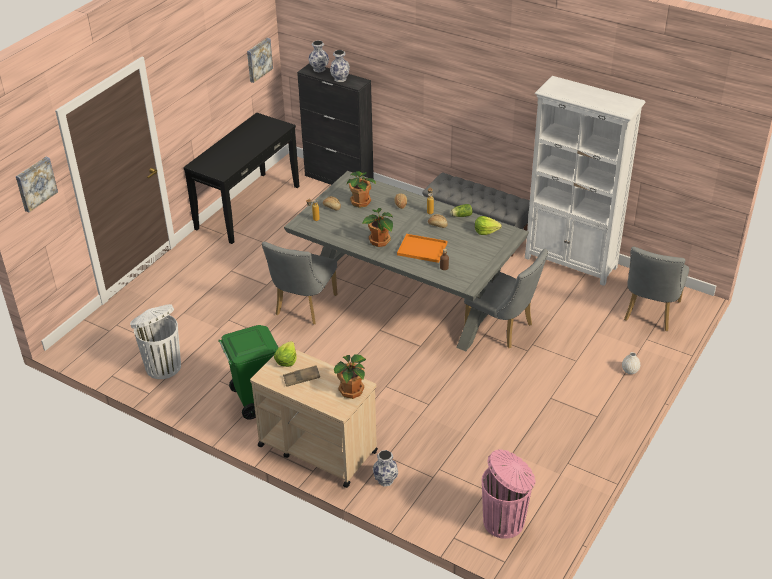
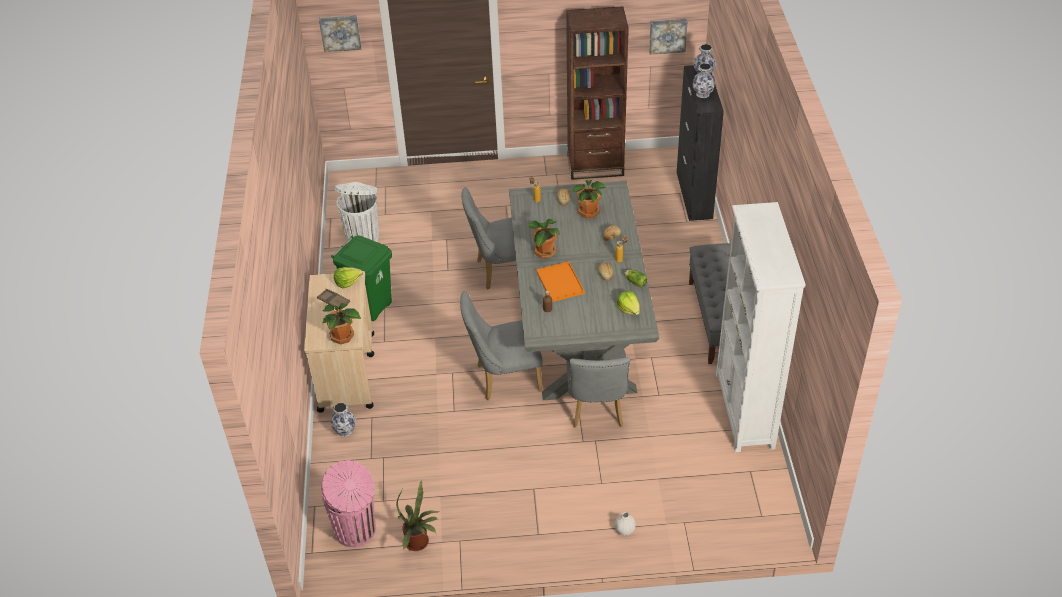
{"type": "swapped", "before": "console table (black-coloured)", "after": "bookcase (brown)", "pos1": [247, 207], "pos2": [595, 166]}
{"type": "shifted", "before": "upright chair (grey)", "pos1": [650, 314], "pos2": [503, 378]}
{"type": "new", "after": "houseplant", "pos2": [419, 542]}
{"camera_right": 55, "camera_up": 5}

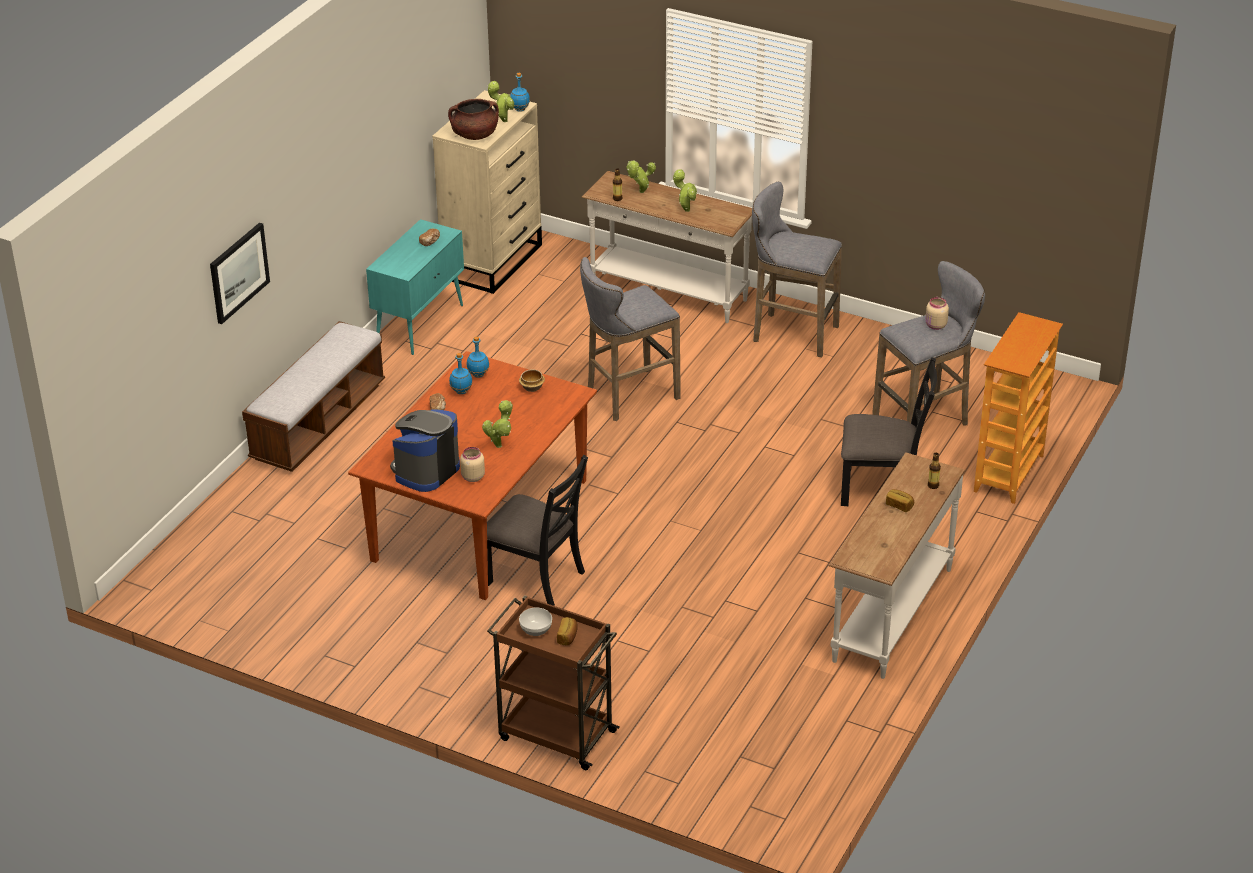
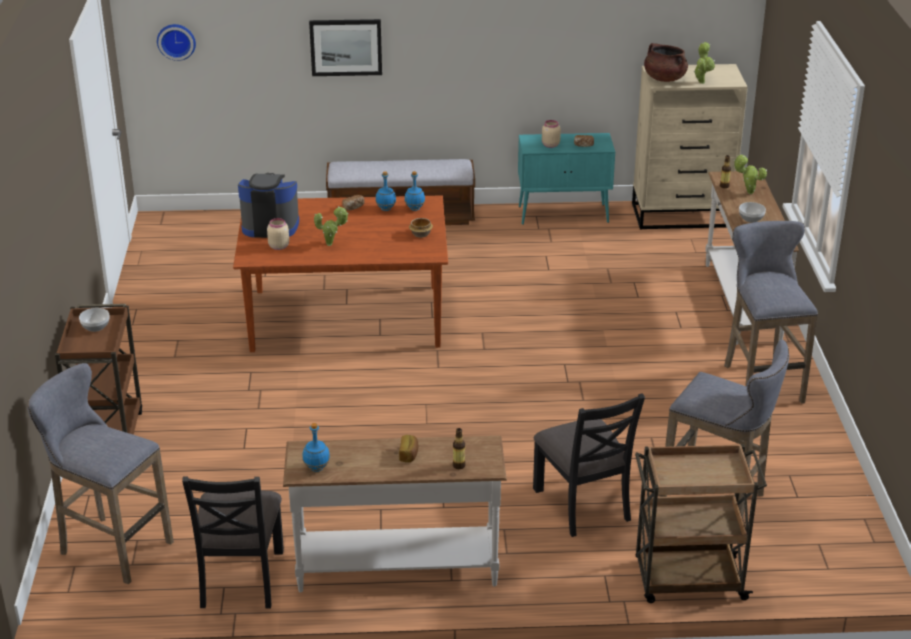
{"type": "shifted", "before": "upright chair (black-coloured)", "pos1": [535, 577], "pos2": [241, 578]}
{"type": "shifted", "before": "beverage bottle (blue)", "pos1": [519, 109], "pos2": [316, 468]}
{"type": "gone", "before": "bread", "pos1": [568, 637]}
{"type": "shifted", "before": "stool (grey)", "pos1": [628, 397], "pos2": [111, 547]}
{"type": "swapped", "before": "houseplant", "after": "bowl", "pos1": [685, 209], "pos2": [750, 218]}
{"type": "shifted", "before": "preserve jar (beige-coloured)", "pos1": [935, 326], "pos2": [550, 145]}
{"type": "swapped", "before": "bookcase", "after": "cart (brown)", "pos1": [1009, 474], "pos2": [687, 580]}
{"type": "new", "after": "hanging clock", "pos2": [176, 41]}
{"camera_right": 60, "camera_up": -5}

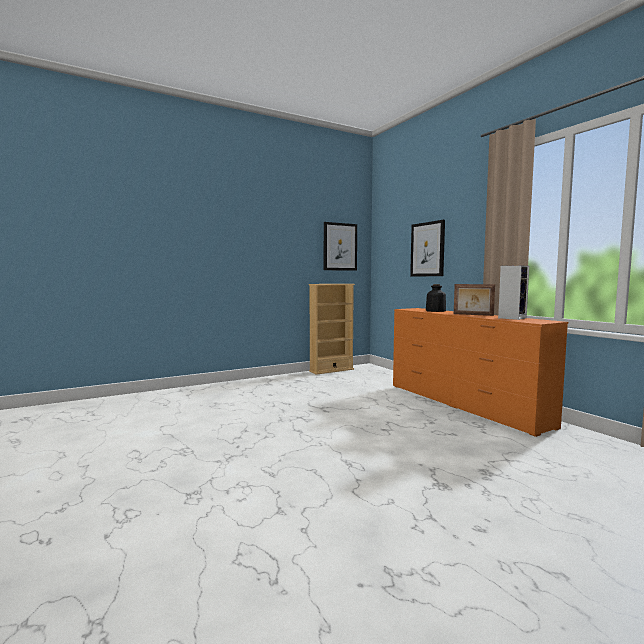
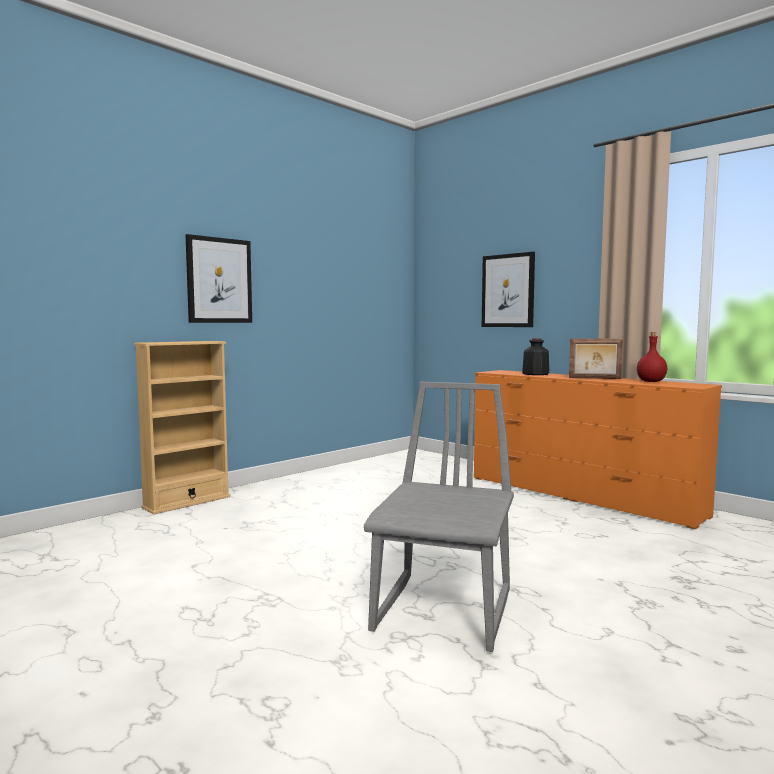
{"type": "shifted", "before": "bookcase (beige-coloured)", "pos1": [331, 370], "pos2": [187, 502]}
{"type": "shifted", "before": "picture", "pos1": [340, 247], "pos2": [219, 280]}
{"type": "swapped", "before": "speaker", "after": "beverage bottle (red-coloured)", "pos1": [512, 318], "pos2": [650, 381]}
{"type": "new", "after": "upright chair (grey)", "pos2": [445, 611]}
{"camera_right": -15, "camera_up": 0}

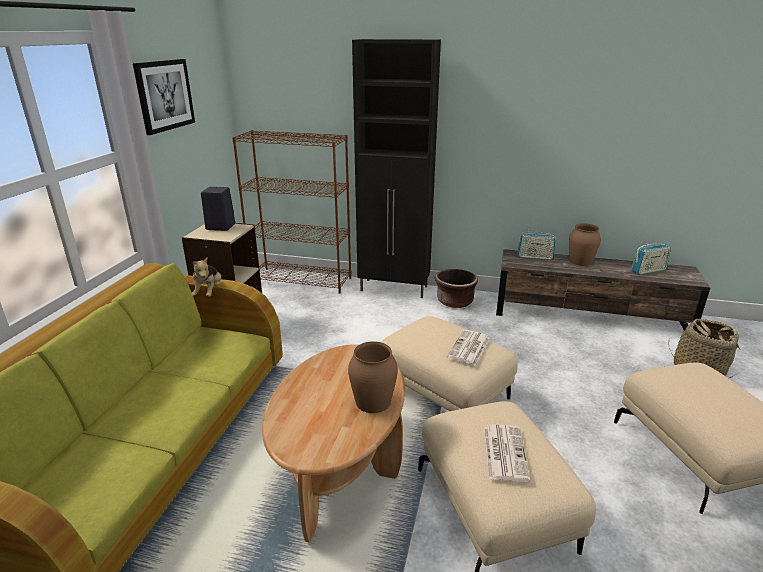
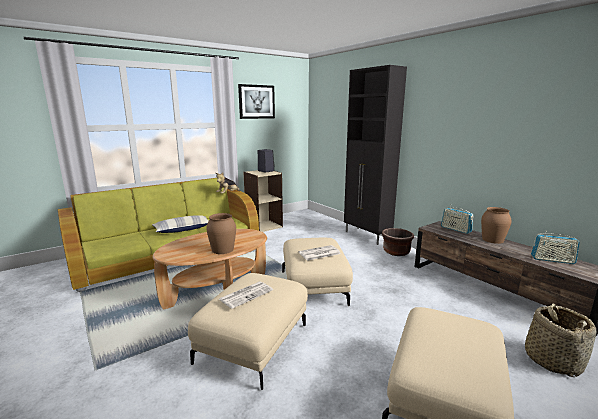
{"type": "gone", "before": "bookcase (brown)", "pos1": [302, 280]}
{"type": "new", "after": "pillow", "pos2": [183, 229]}
{"camera_right": 40, "camera_up": -10}

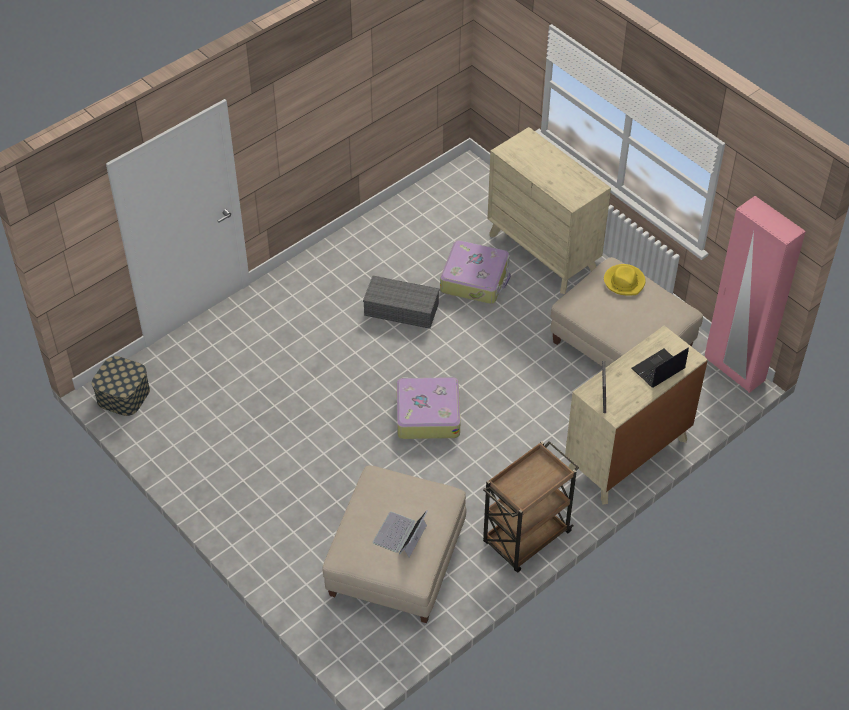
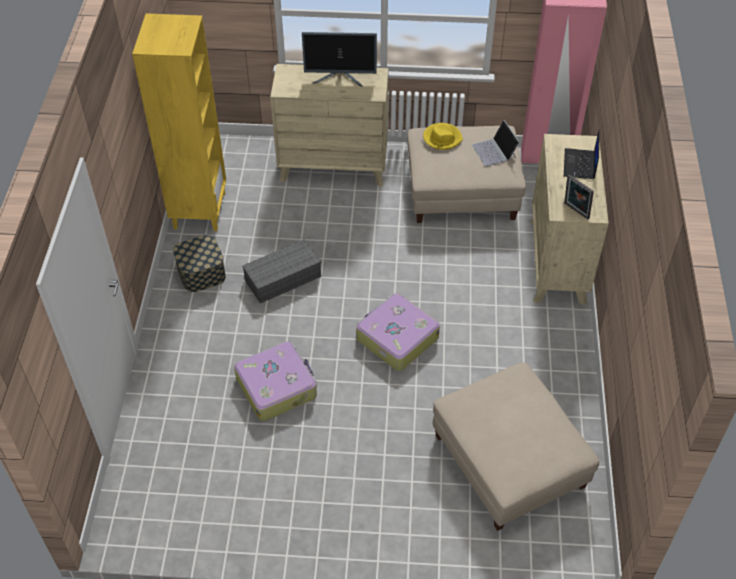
{"type": "shifted", "before": "storage box", "pos1": [123, 395], "pos2": [201, 273]}
{"type": "shifted", "before": "notebook computer", "pos1": [400, 535], "pos2": [494, 151]}
{"type": "shifted", "before": "suitcase", "pos1": [475, 279], "pos2": [277, 386]}
{"type": "gone", "before": "cart (brown)", "pos1": [525, 538]}
{"type": "new", "after": "bookcase (yellowish)", "pos2": [199, 210]}
{"type": "new", "after": "computer display", "pos2": [340, 78]}
{"camera_right": -45, "camera_up": 0}

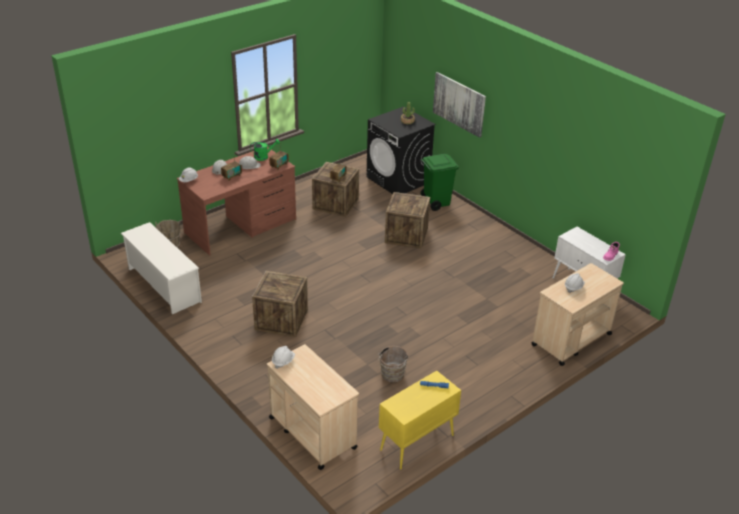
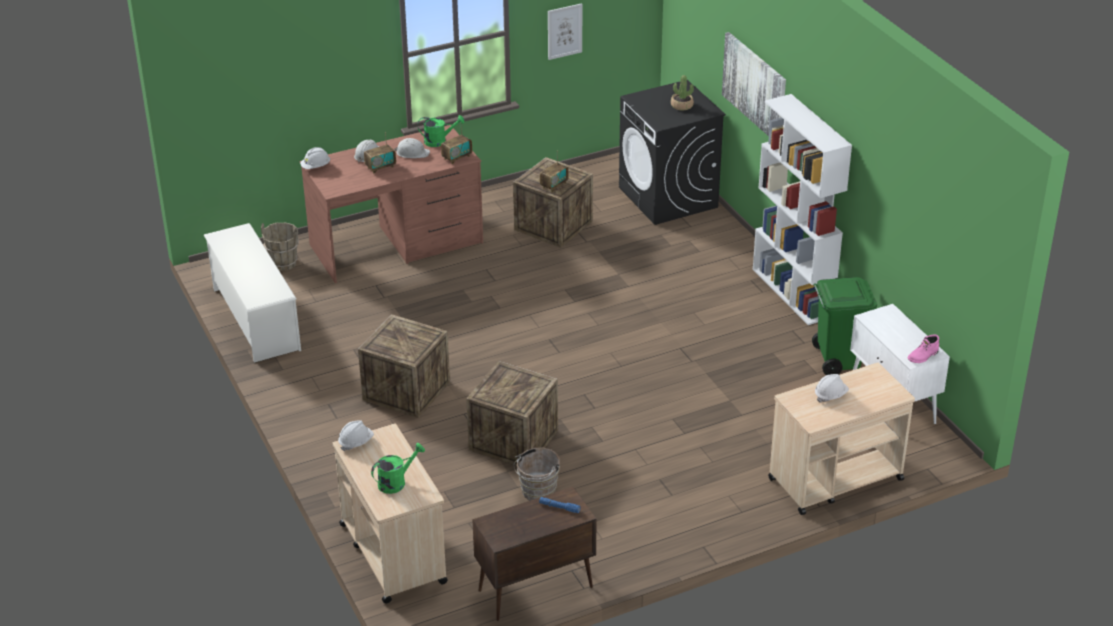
{"type": "repainted", "before": "storage cabinet (yellowish)", "after": "storage cabinet (brown)", "pos1": [416, 443], "pos2": [534, 589]}
{"type": "shifted", "before": "crate", "pos1": [406, 235], "pos2": [513, 440]}
{"type": "shifted", "before": "rubbish bin (green-coloured)", "pos1": [436, 202], "pos2": [837, 360]}
{"type": "new", "after": "sprinkling can (green-coloured)", "pos2": [396, 482]}
{"type": "new", "after": "picture", "pos2": [564, 31]}
{"type": "new", "after": "bookcase (white)", "pos2": [793, 293]}
{"camera_right": 15, "camera_up": 0}

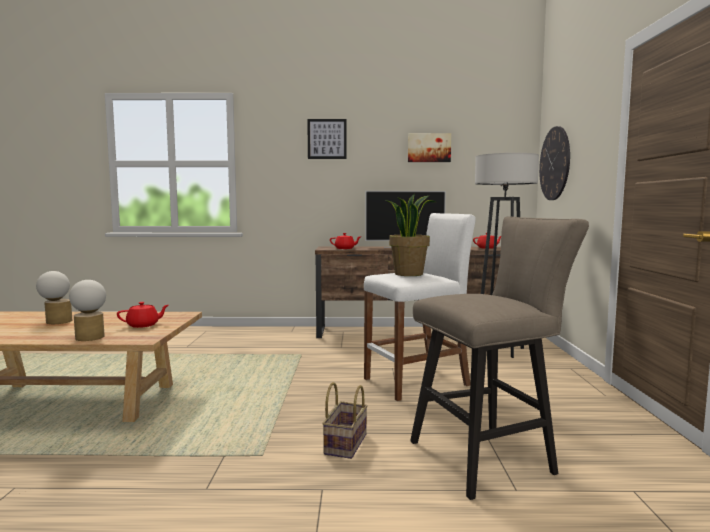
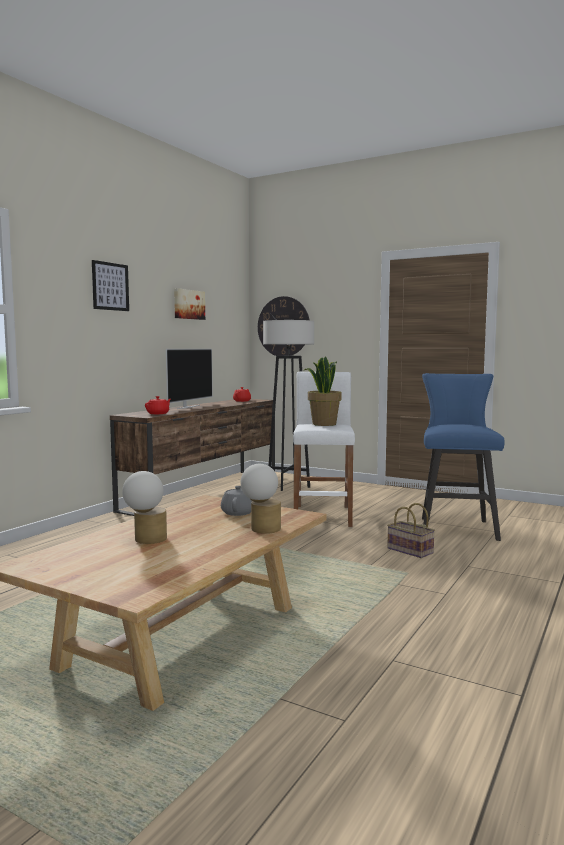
{"type": "repainted", "before": "tea pot (red-coloured)", "after": "tea pot (grey)", "pos1": [143, 325], "pos2": [238, 512]}
{"type": "repainted", "before": "stool (beige-coloured)", "after": "stool (blue)", "pos1": [490, 457], "pos2": [456, 527]}
{"camera_right": -60, "camera_up": 0}

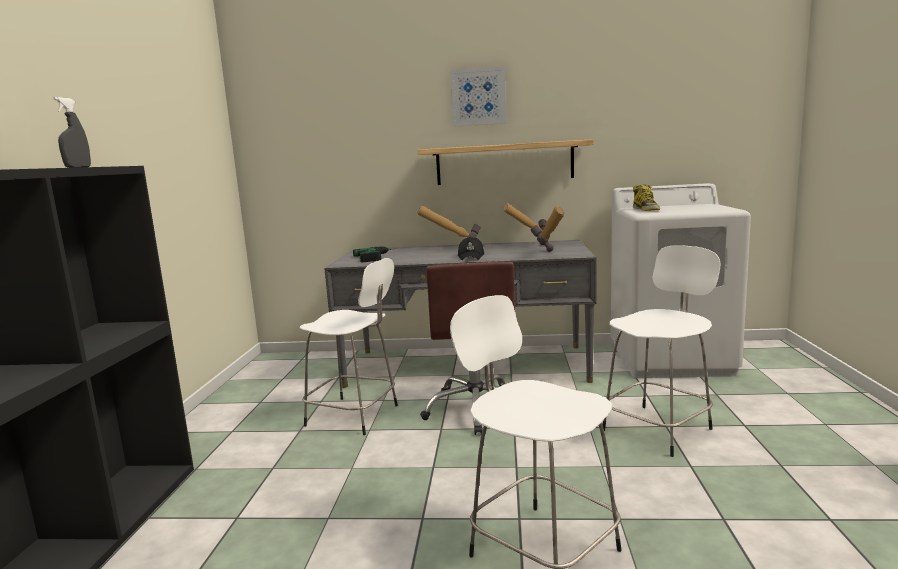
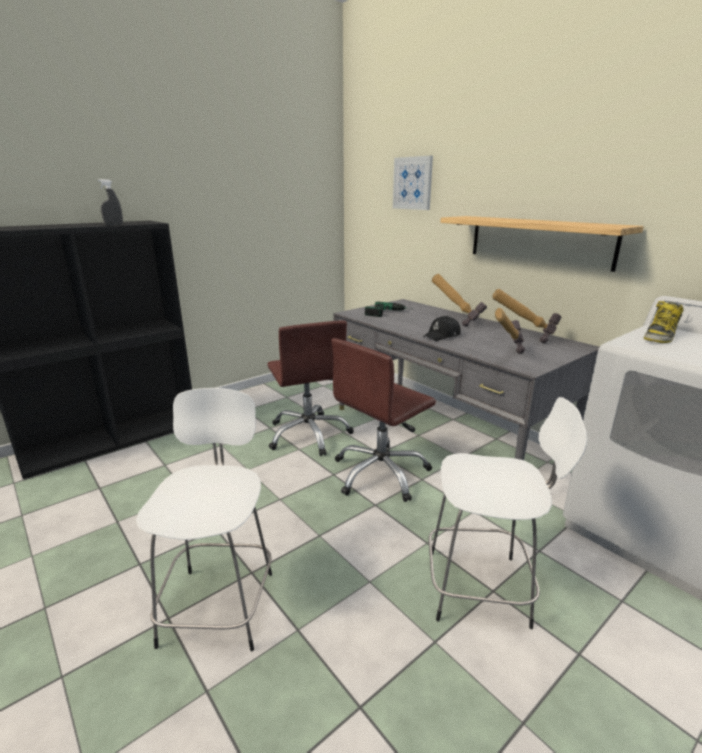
{"type": "swapped", "before": "stool (white)", "after": "desk chair (brown)", "pos1": [355, 416], "pos2": [309, 434]}
{"type": "shifted", "before": "picture", "pos1": [478, 97], "pos2": [412, 183]}
{"camera_right": 45, "camera_up": 10}

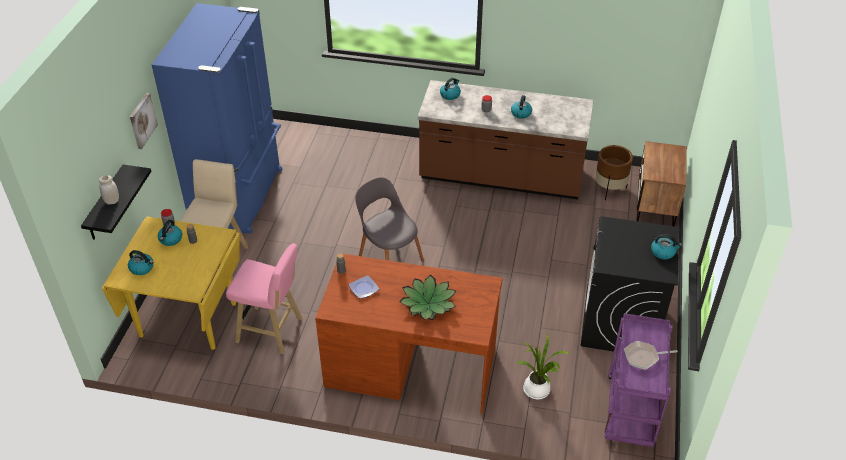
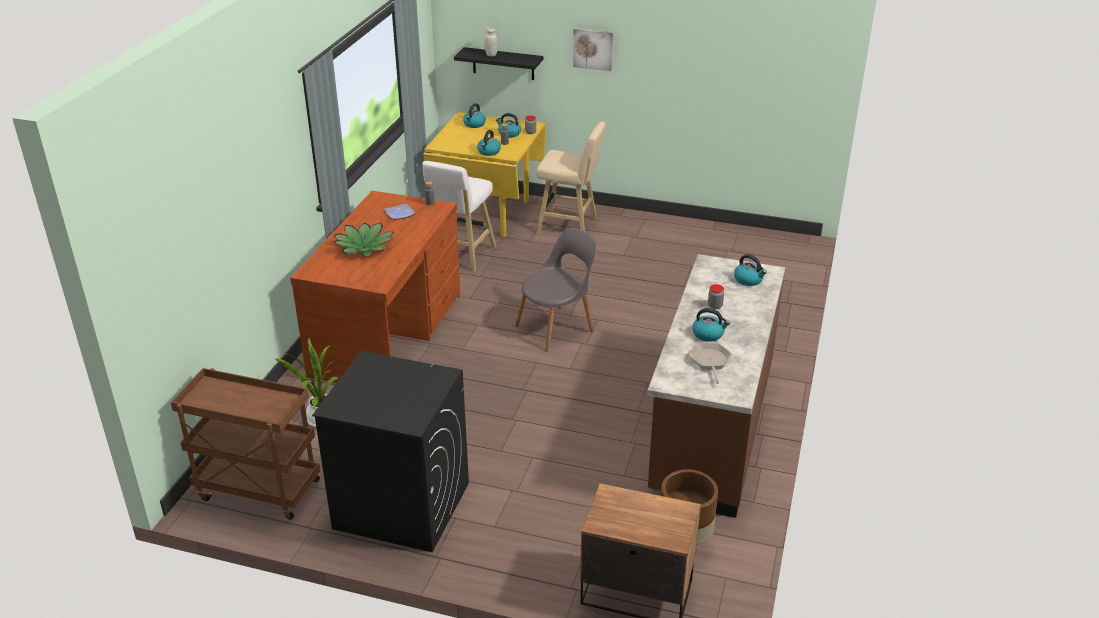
{"type": "gone", "before": "fridge (blue)", "pos1": [240, 196]}
{"type": "repainted", "before": "stool (pink-coloured)", "after": "stool (white)", "pos1": [272, 331], "pos2": [461, 256]}
{"type": "repainted", "before": "cart (purple-coloured)", "after": "cart (brown)", "pos1": [630, 413], "pos2": [257, 490]}
{"type": "shifted", "before": "skillet", "pos1": [643, 357], "pos2": [710, 362]}
{"type": "shifted", "before": "kettle", "pos1": [663, 252], "pos2": [489, 152]}
{"camera_right": 95, "camera_up": -10}

